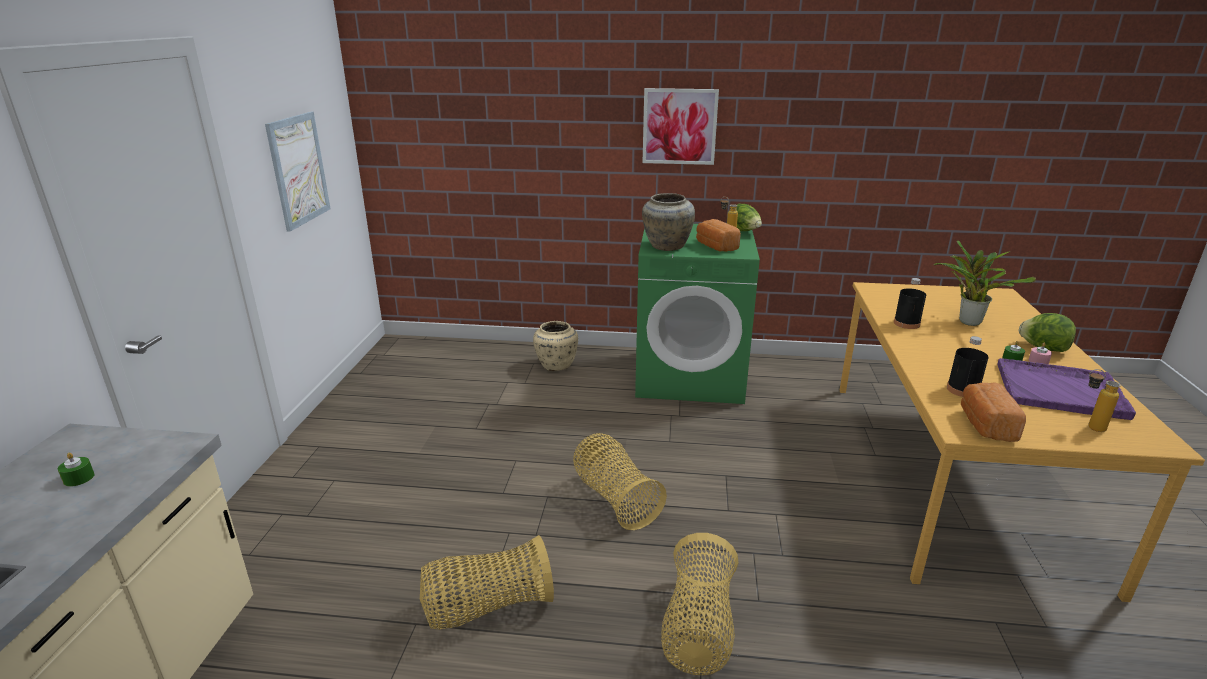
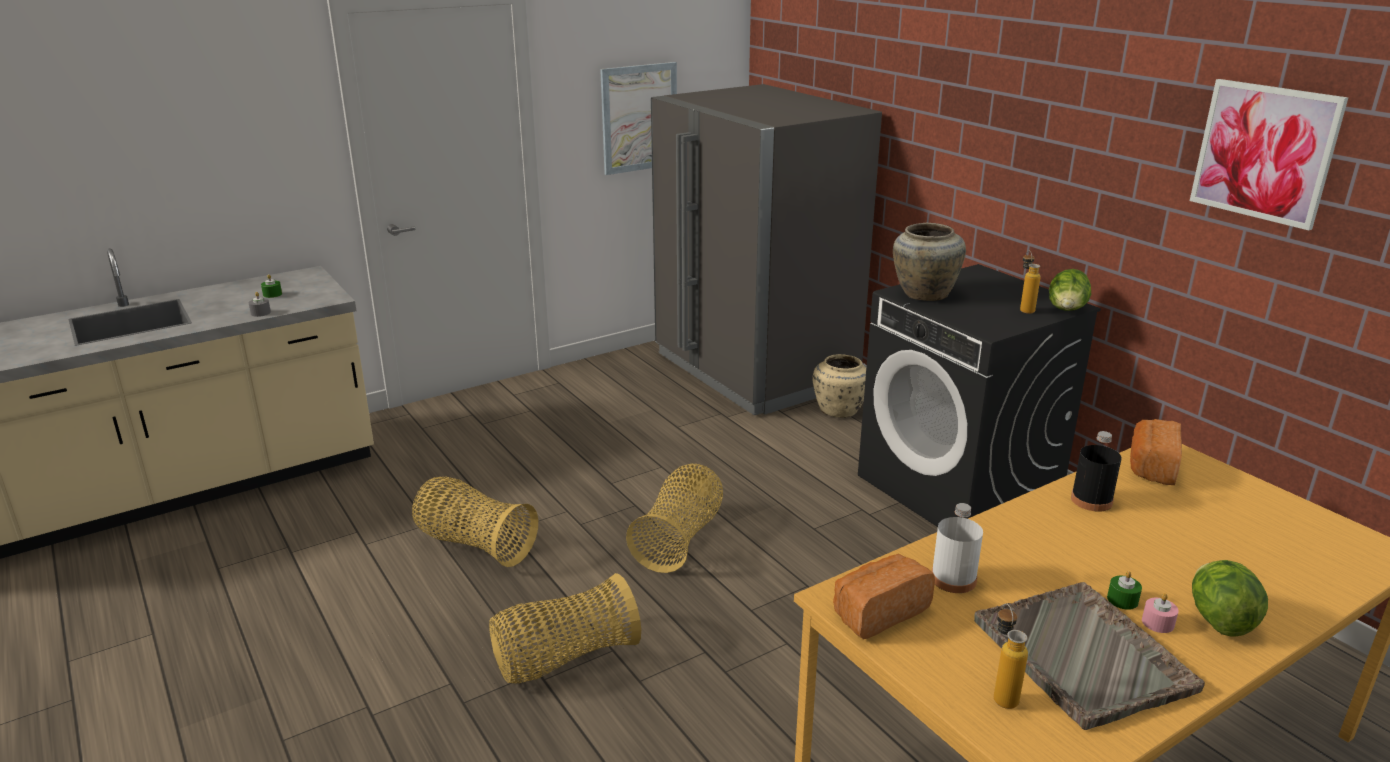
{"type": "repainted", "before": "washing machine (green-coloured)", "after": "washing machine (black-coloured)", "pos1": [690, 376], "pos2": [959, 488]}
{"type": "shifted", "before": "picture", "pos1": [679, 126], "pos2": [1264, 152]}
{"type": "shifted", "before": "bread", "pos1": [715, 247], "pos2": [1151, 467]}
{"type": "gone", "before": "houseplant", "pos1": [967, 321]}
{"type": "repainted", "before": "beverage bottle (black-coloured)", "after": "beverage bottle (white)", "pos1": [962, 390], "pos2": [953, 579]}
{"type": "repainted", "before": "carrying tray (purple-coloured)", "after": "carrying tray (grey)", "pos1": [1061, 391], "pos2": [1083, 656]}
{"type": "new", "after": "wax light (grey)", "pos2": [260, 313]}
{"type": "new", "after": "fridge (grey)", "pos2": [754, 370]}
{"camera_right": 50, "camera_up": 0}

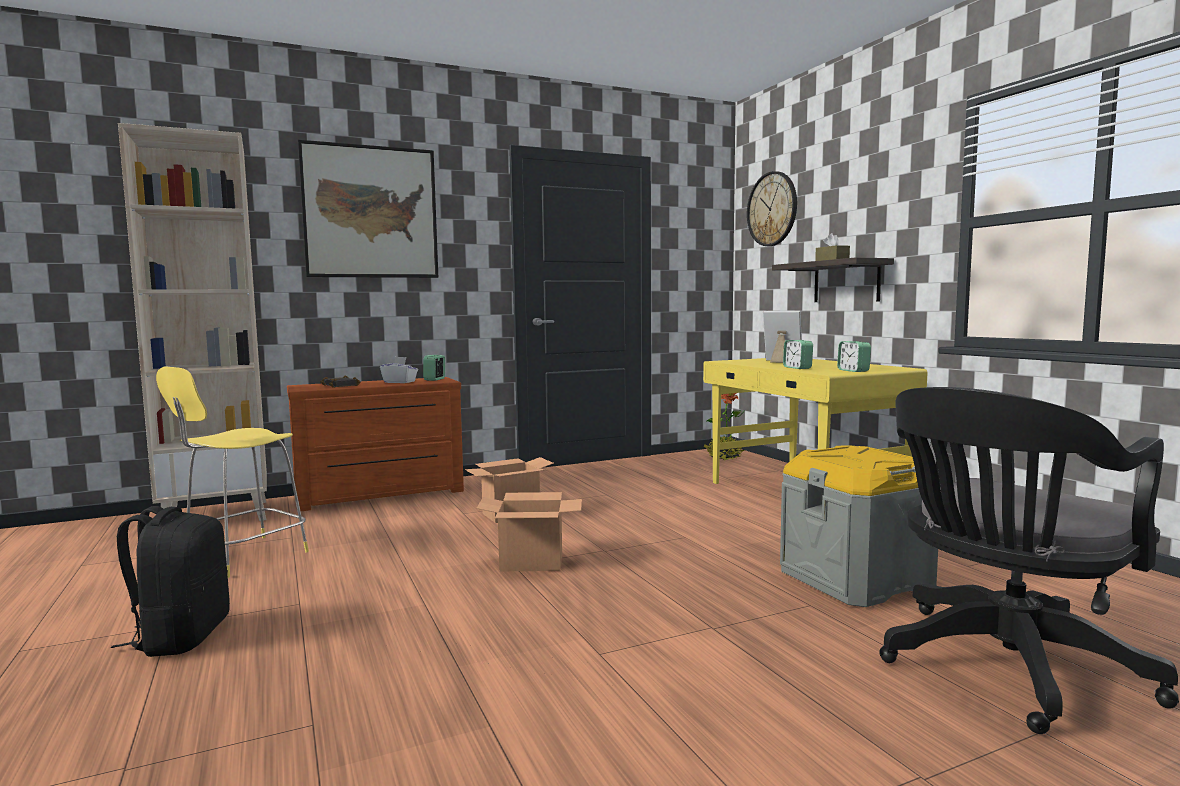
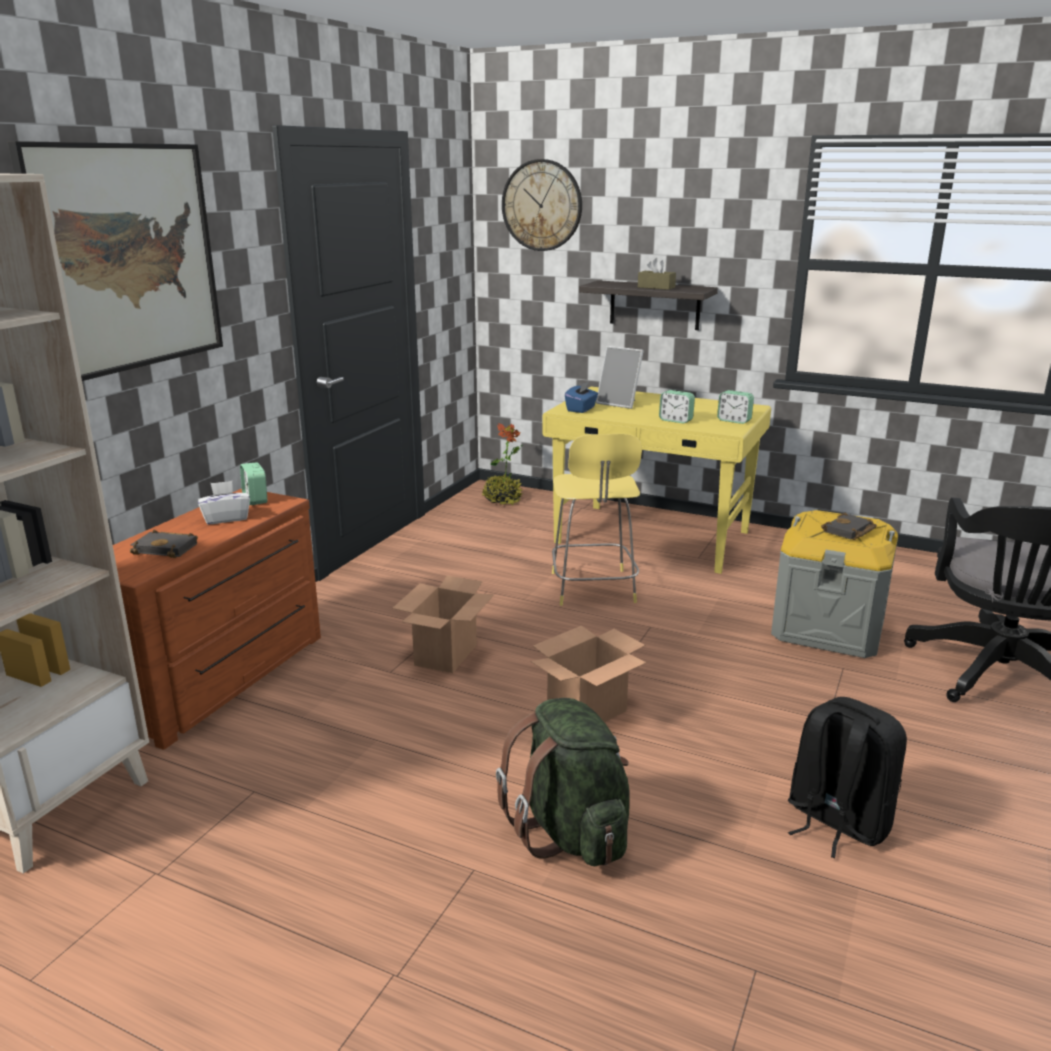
{"type": "shifted", "before": "rucksack (black-coloured)", "pos1": [181, 637], "pos2": [836, 821]}
{"type": "shifted", "before": "stool (yellowish)", "pos1": [242, 557], "pos2": [593, 589]}
{"type": "rotated", "before": "photo frame", "pos1": [781, 361], "pos2": [620, 403], "turn": -135}
{"type": "new", "after": "rucksack (green-coloured)", "pos2": [571, 831]}
{"type": "new", "after": "tissue holder (blue)", "pos2": [581, 409]}
{"type": "new", "after": "book (black-coloured)", "pos2": [849, 531]}
{"camera_right": -40, "camera_up": 15}

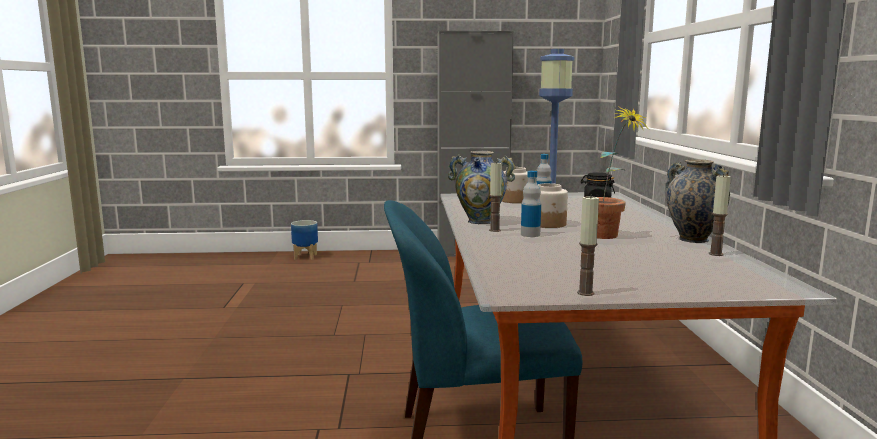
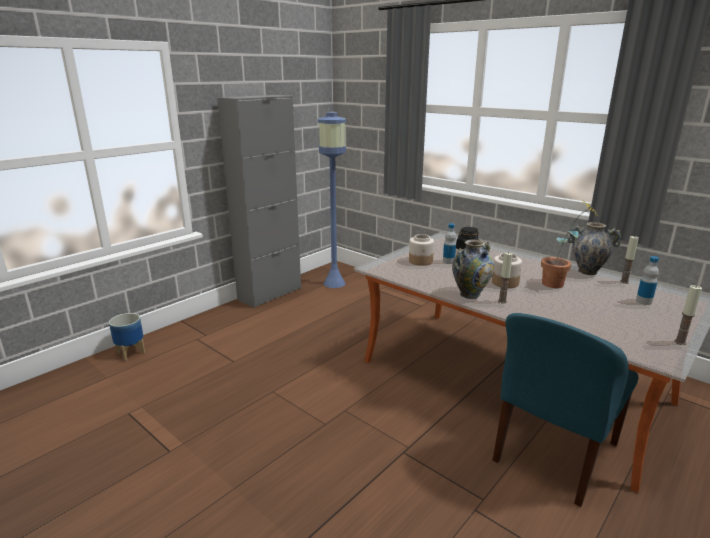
{"type": "shifted", "before": "beverage bottle", "pos1": [530, 234], "pos2": [643, 301]}
{"camera_right": -45, "camera_up": 10}

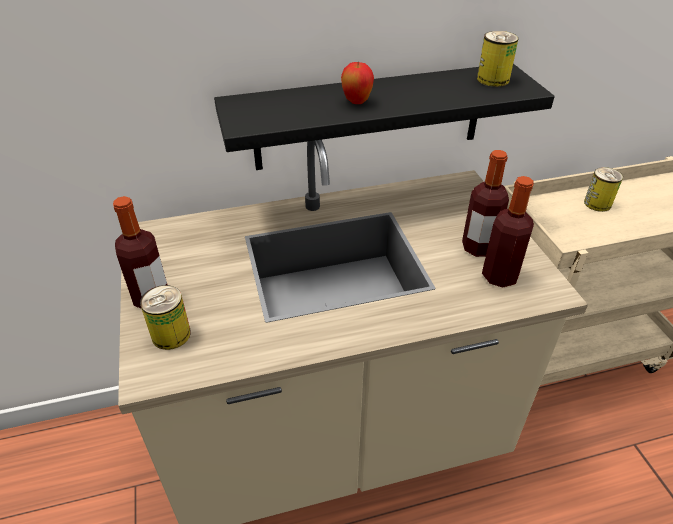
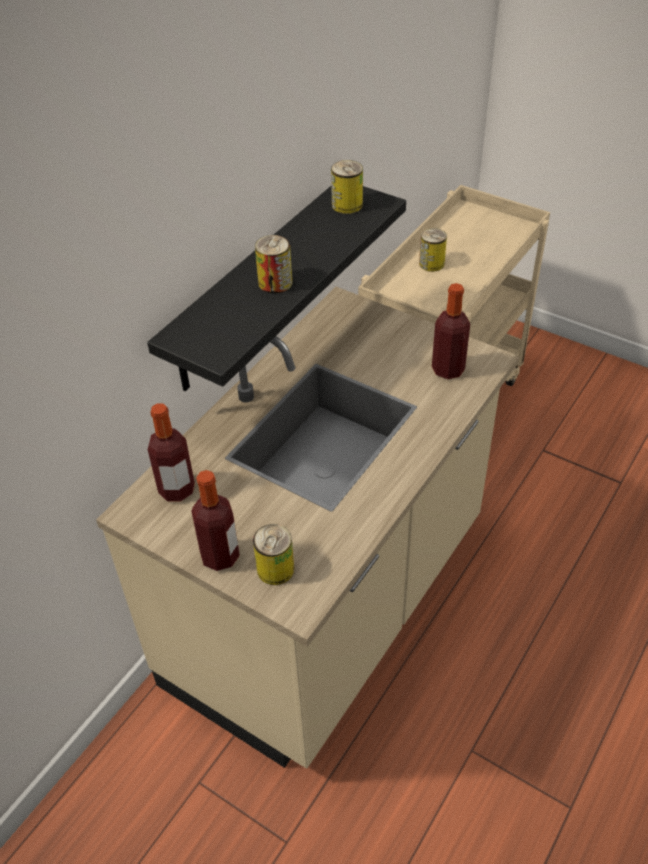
{"type": "swapped", "before": "whole apple", "after": "can", "pos1": [356, 102], "pos2": [275, 282]}
{"type": "shifted", "before": "beverage bottle", "pos1": [478, 247], "pos2": [177, 490]}
{"camera_right": -40, "camera_up": 5}

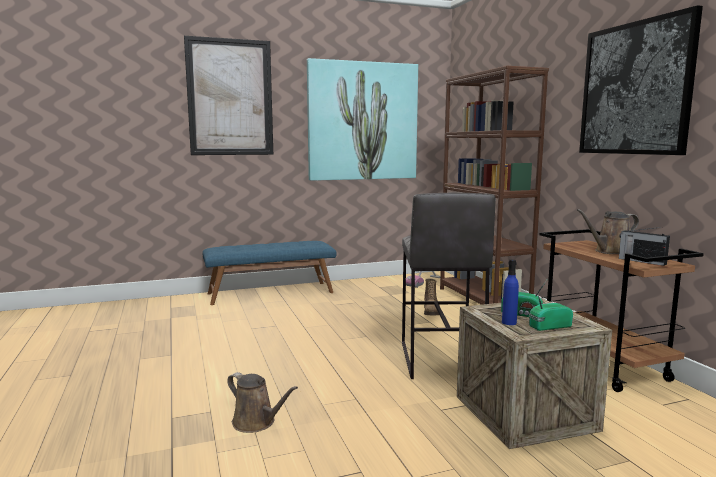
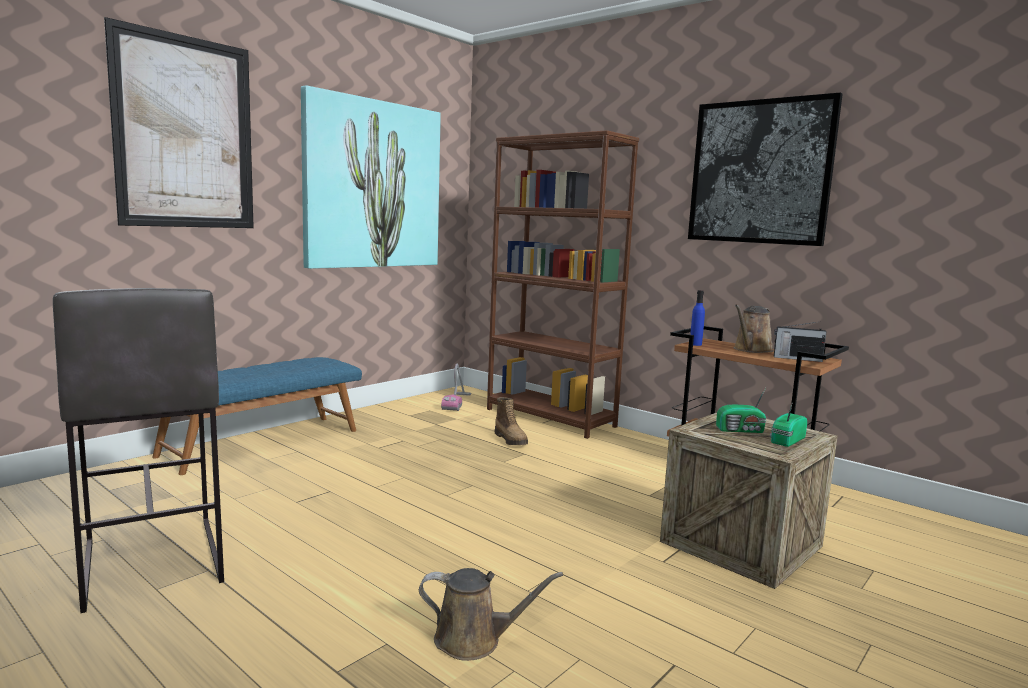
{"type": "shifted", "before": "stool (grey)", "pos1": [439, 360], "pos2": [150, 562]}
{"type": "shifted", "before": "beverage bottle (blue)", "pos1": [509, 322], "pos2": [695, 344]}
{"camera_right": -30, "camera_up": 0}

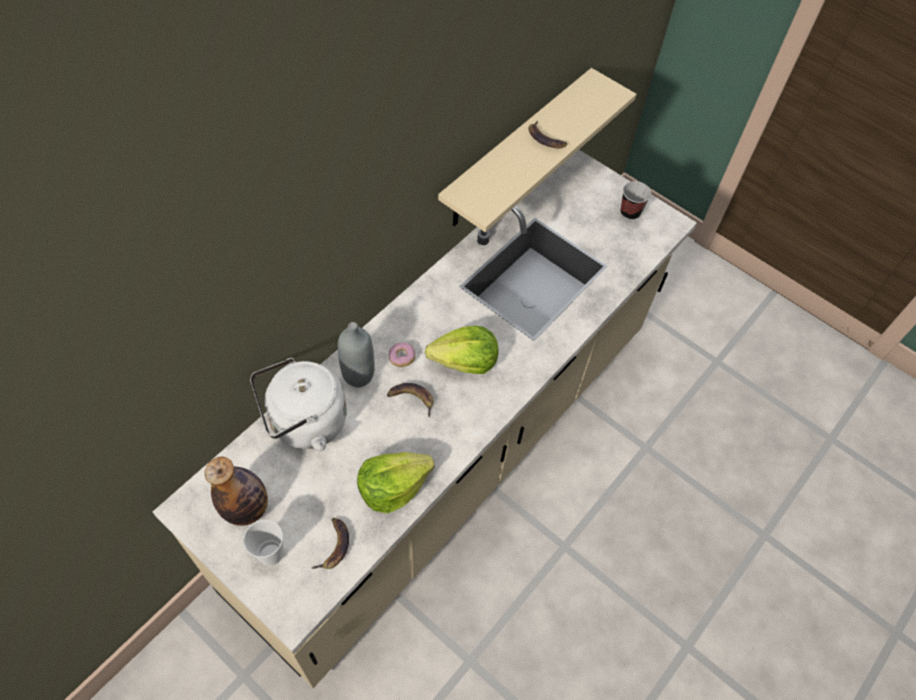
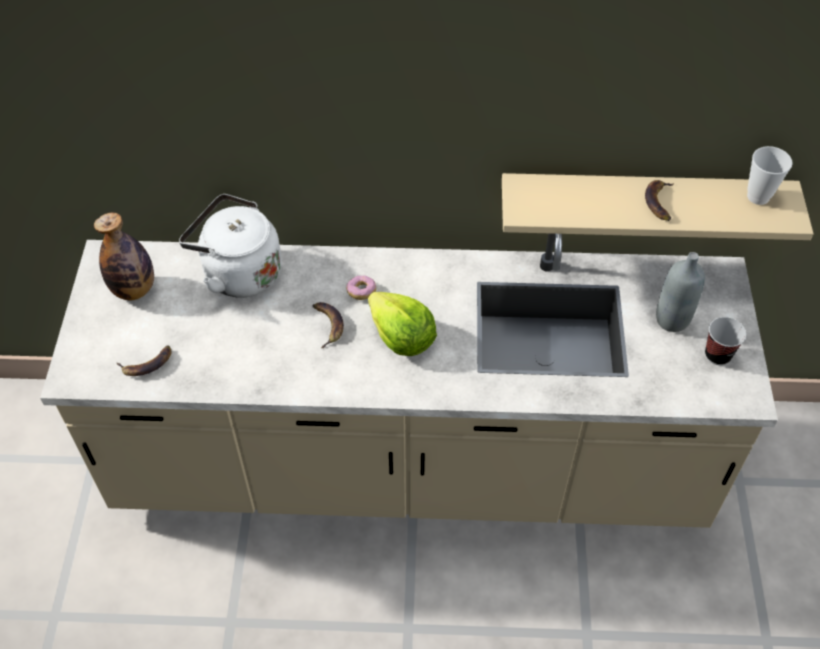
{"type": "shifted", "before": "drinking cup", "pos1": [271, 555], "pos2": [758, 196]}
{"type": "shifted", "before": "beverage bottle (grey)", "pos1": [358, 375], "pos2": [672, 319]}
{"type": "gone", "before": "lettuce head", "pos1": [392, 486]}
{"camera_right": 55, "camera_up": -5}

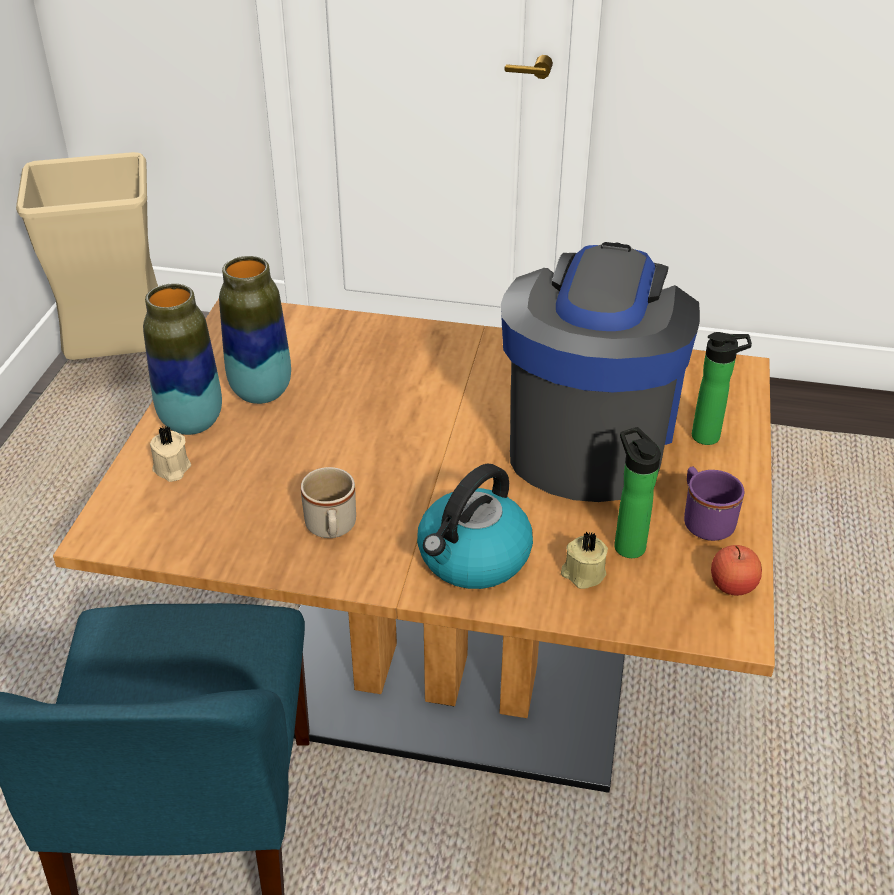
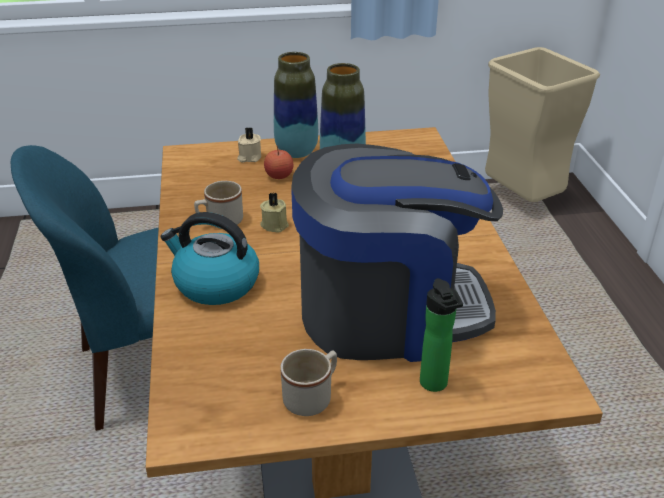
{"type": "shifted", "before": "wax light (beige-coloured)", "pos1": [582, 574], "pos2": [274, 224]}
{"type": "gone", "before": "beverage bottle", "pos1": [627, 544]}
{"type": "repainted", "before": "coffee mug (purple-coloured)", "after": "coffee mug (beige-coloured)", "pos1": [704, 520], "pos2": [312, 397]}
{"type": "shifted", "before": "whole apple", "pos1": [732, 585], "pos2": [279, 176]}
{"camera_right": 70, "camera_up": -5}

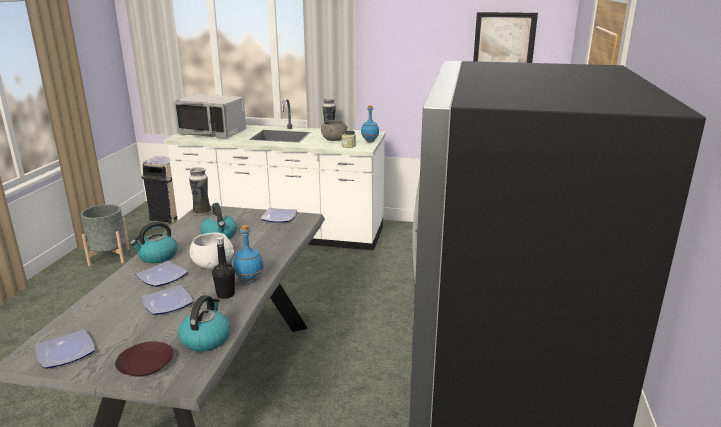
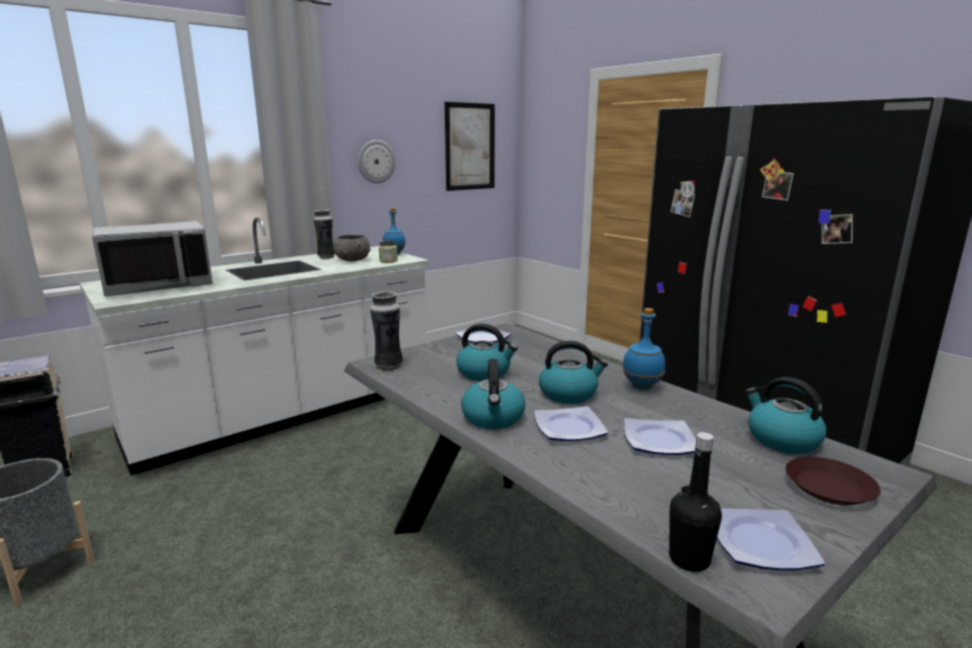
{"type": "swapped", "before": "bowl (white)", "after": "kettle", "pos1": [213, 264], "pos2": [569, 394]}
{"type": "shifted", "before": "beverage bottle (black-coloured)", "pos1": [225, 294], "pos2": [689, 559]}
{"type": "new", "after": "hanging clock", "pos2": [376, 161]}
{"camera_right": -50, "camera_up": -5}

